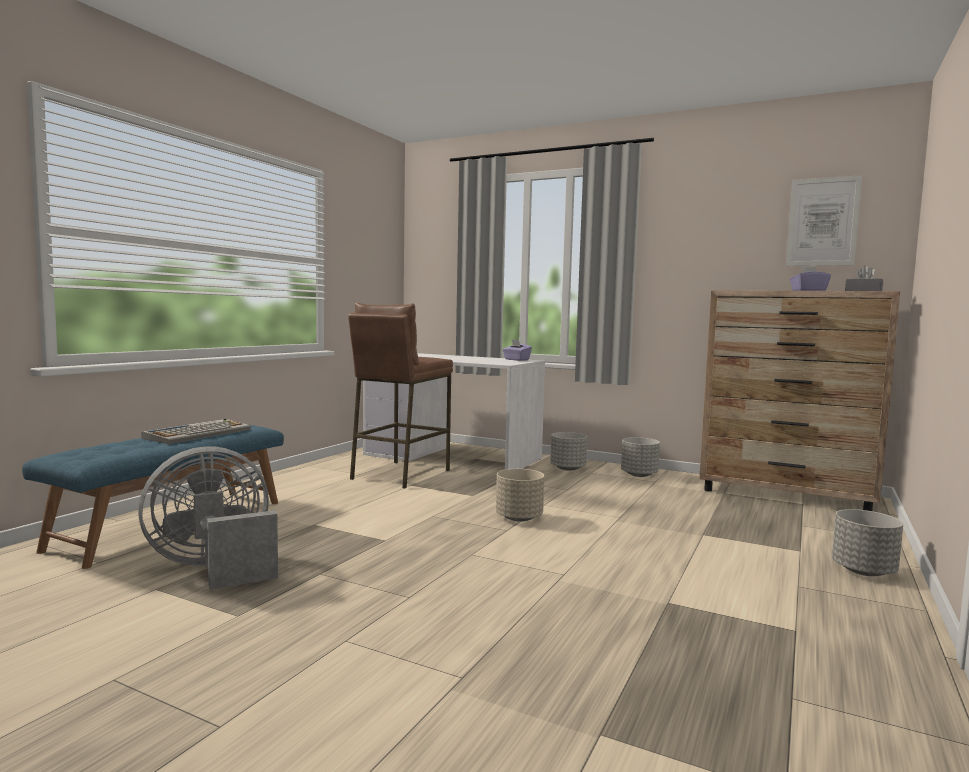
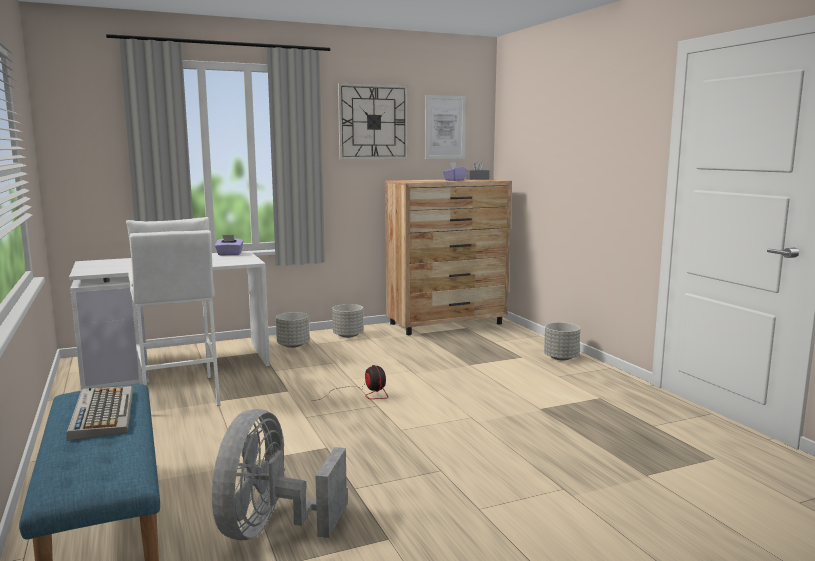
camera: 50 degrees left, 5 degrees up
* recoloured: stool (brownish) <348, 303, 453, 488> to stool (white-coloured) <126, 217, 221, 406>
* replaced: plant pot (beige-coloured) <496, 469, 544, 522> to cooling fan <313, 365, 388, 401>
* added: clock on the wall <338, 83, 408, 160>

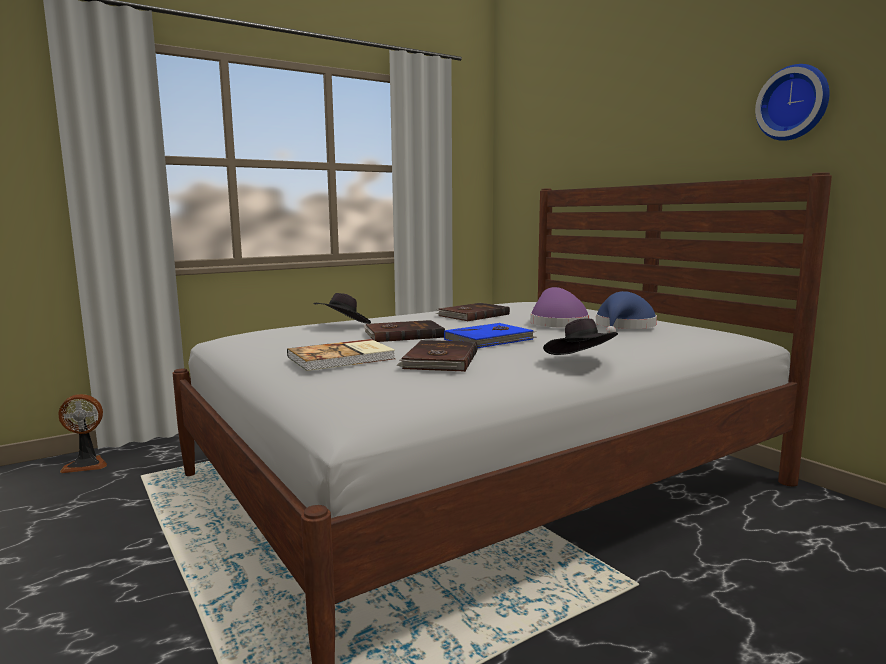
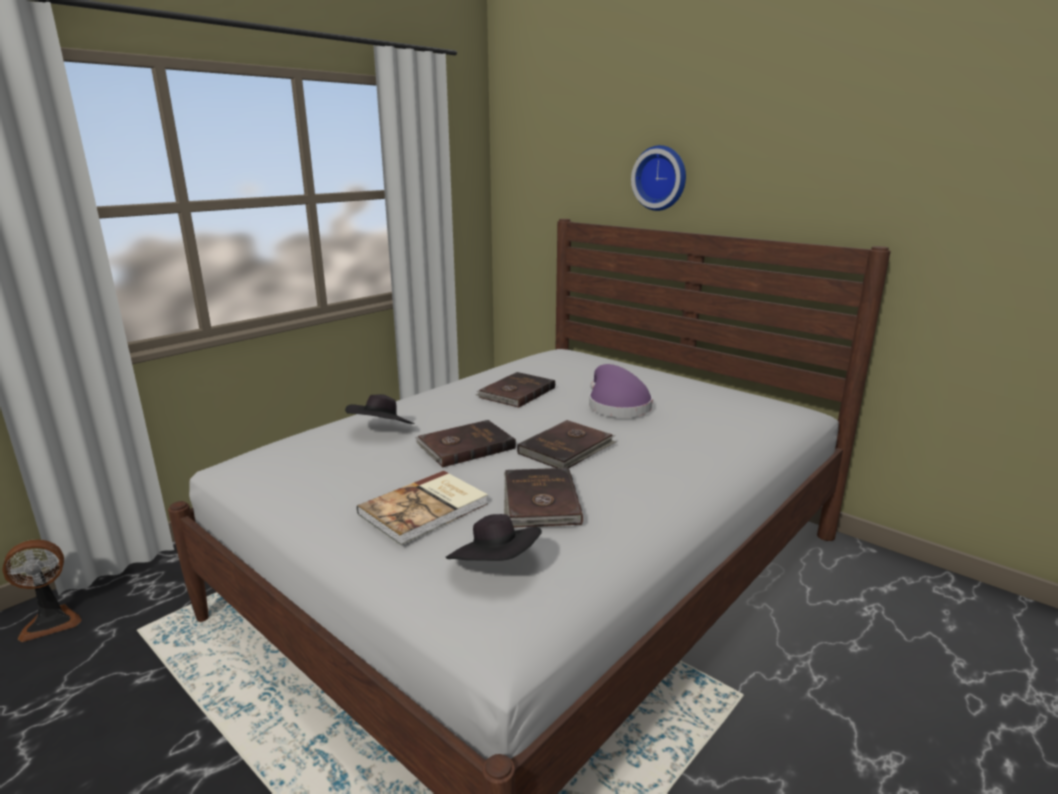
camera: 15 degrees left, 10 degrees up
* moved: hat (black-coloured) <543, 319, 618, 355> to <446, 514, 542, 561>
* recoloured: book (blue) <444, 323, 536, 348> to book (brownish) <517, 420, 617, 468>
* moved: clock on the wall <755, 64, 830, 141> to <631, 145, 686, 211>
* removed: hat (blue) <596, 291, 657, 333>

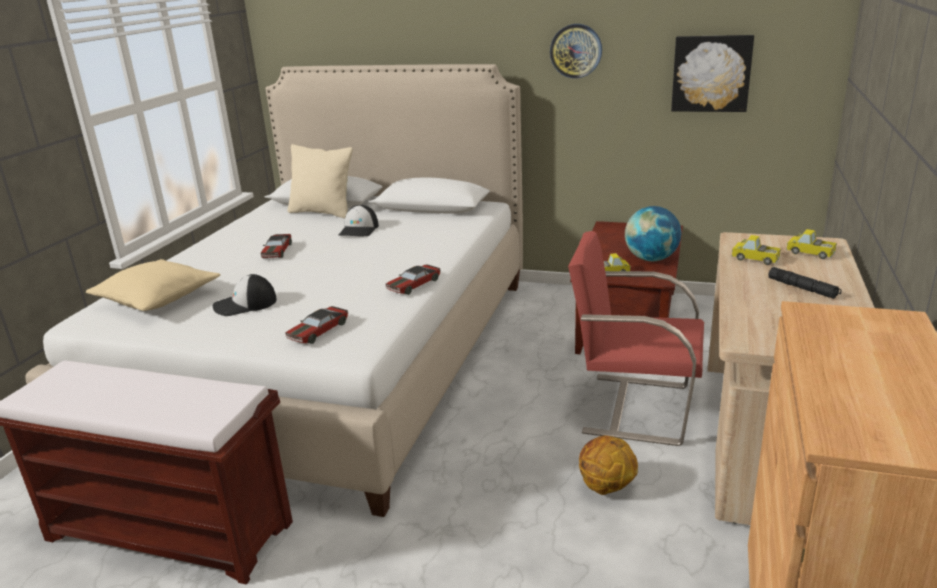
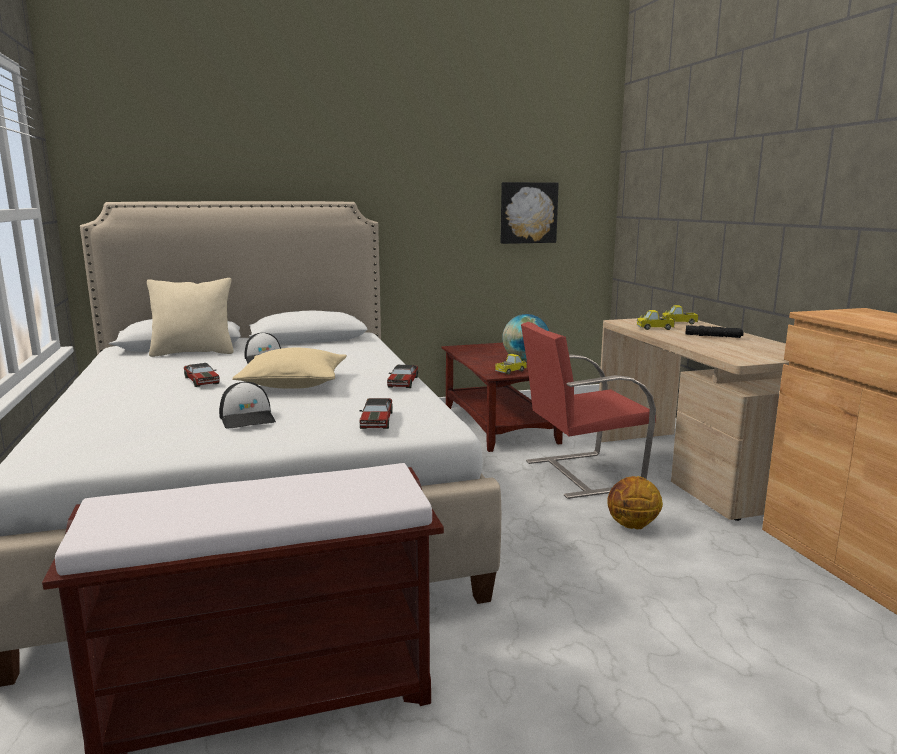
camera: 35 degrees left, 10 degrees down
* turned: baseball cap <213, 274, 277, 316> = <219, 382, 276, 429> 60 degrees counterclockwise
* moved: pillow (beige-coloured) <86, 259, 221, 311> to <232, 348, 347, 389>
* removed: clock on the wall <550, 24, 602, 78>

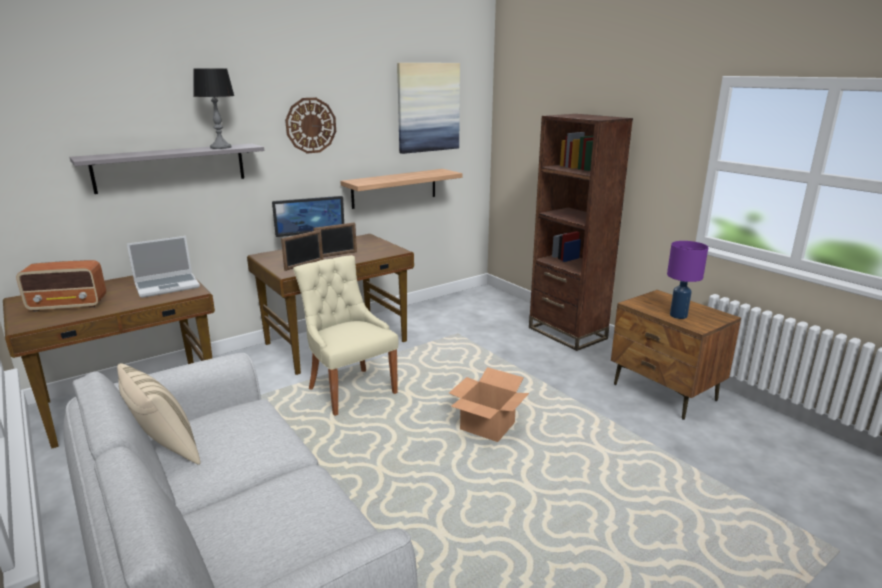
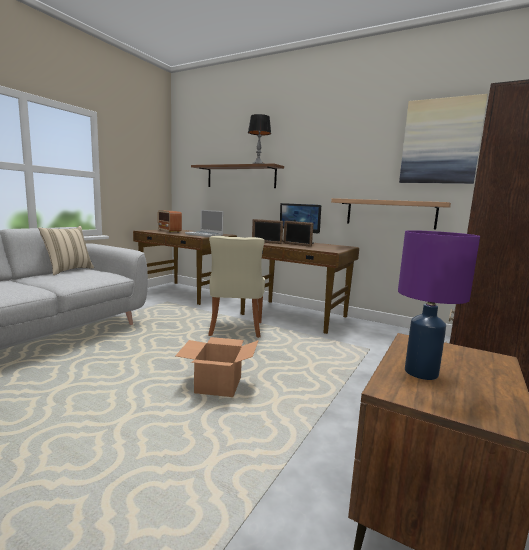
camera: 65 degrees right, 10 degrees down
* recoloured: bracket shelf (grey) <69, 144, 264, 194> to bracket shelf (brownish) <191, 163, 284, 188>
* turned: plain chair (beige-coloured) <293, 255, 399, 416> = <208, 236, 265, 338> 150 degrees clockwise
* removed: clock on the wall <285, 98, 336, 154>

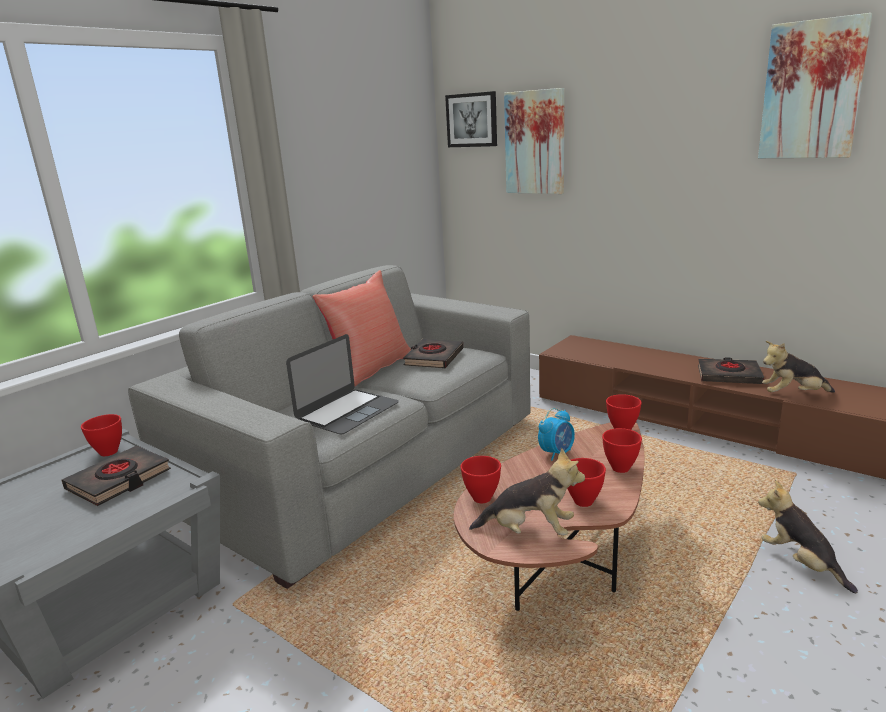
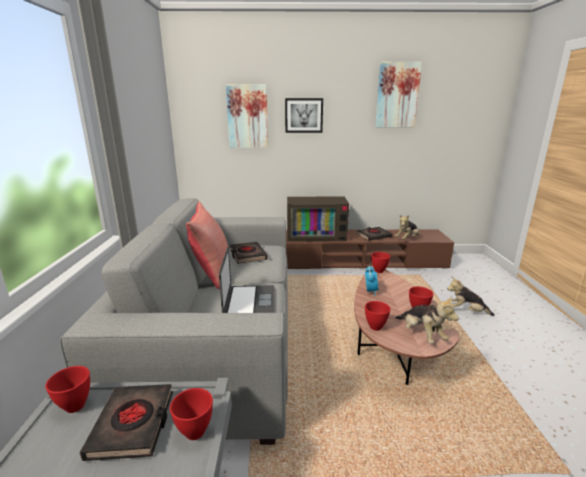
camera: 40 degrees left, 0 degrees up
* moved: serving bowl (red-coloured) <602, 428, 642, 473> to <170, 388, 213, 440>
* moved: wall picture <445, 91, 497, 147> to <285, 98, 323, 133>
* added: TV set <287, 197, 349, 242>
* turned: cuddly toy <469, 448, 585, 536> = <395, 296, 459, 344> 90 degrees clockwise

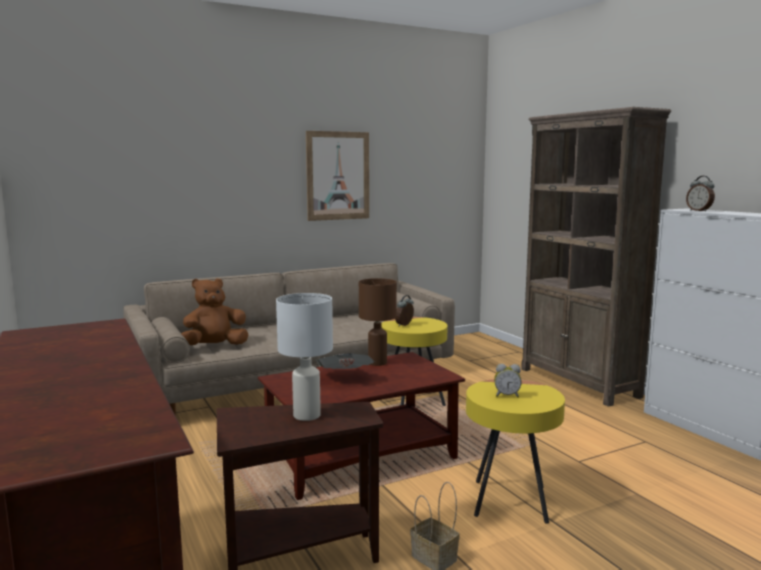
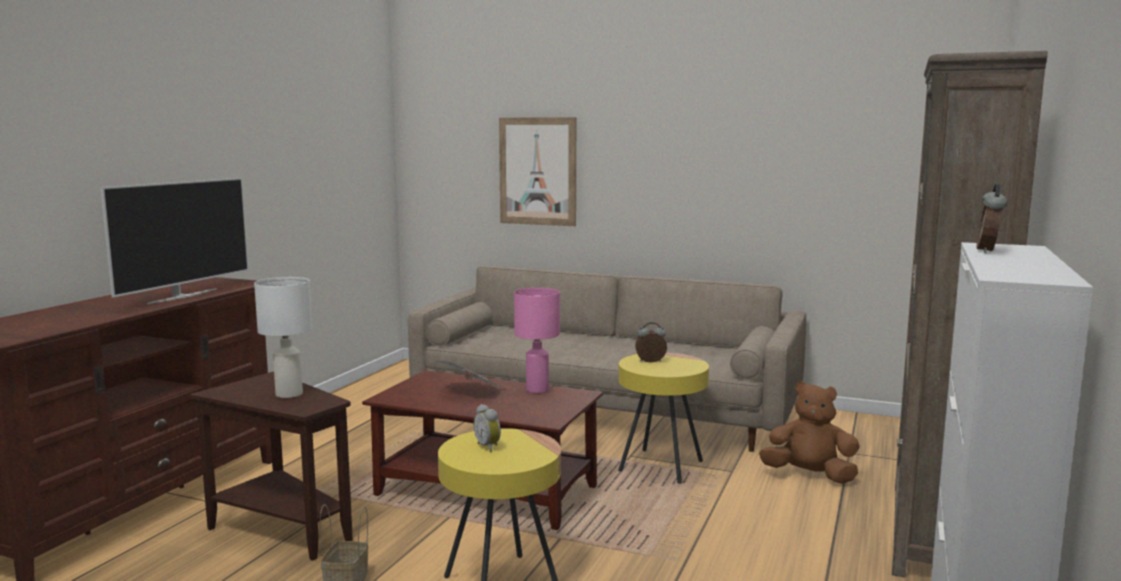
camera: 50 degrees right, 0 degrees up
* added: TV set <101, 178, 249, 304>
* moved: wall picture <306, 131, 369, 221> to <499, 117, 576, 226>
* recoloured: lamp for a table (brownish) <359, 278, 397, 366> to lamp for a table (pink) <514, 288, 560, 393>
* moved: cuddly toy (brownish) <181, 278, 249, 345> to <759, 381, 860, 484>

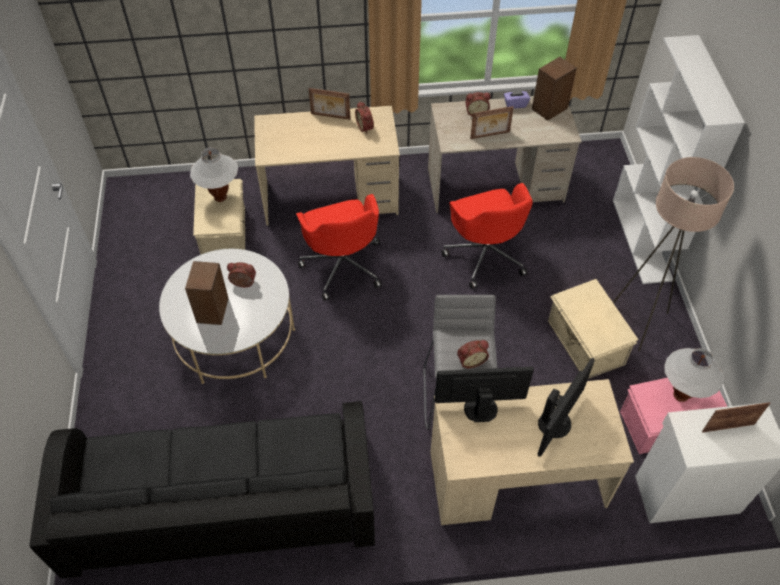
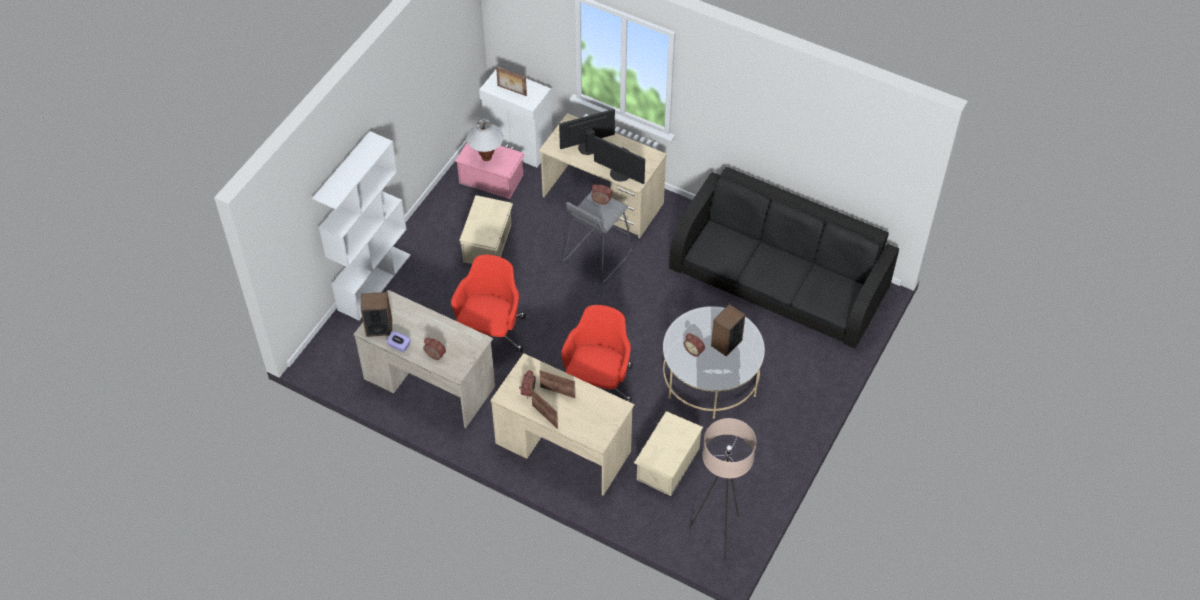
camera: 145 degrees left, 0 degrees up
* moved: picture frame <470, 106, 514, 139> to <539, 370, 575, 398>
* moved: standing lamp (beige-coloured) <613, 157, 734, 351> to <689, 418, 756, 560>
* removed: lamp for a table (white-coloured) <190, 147, 238, 202>

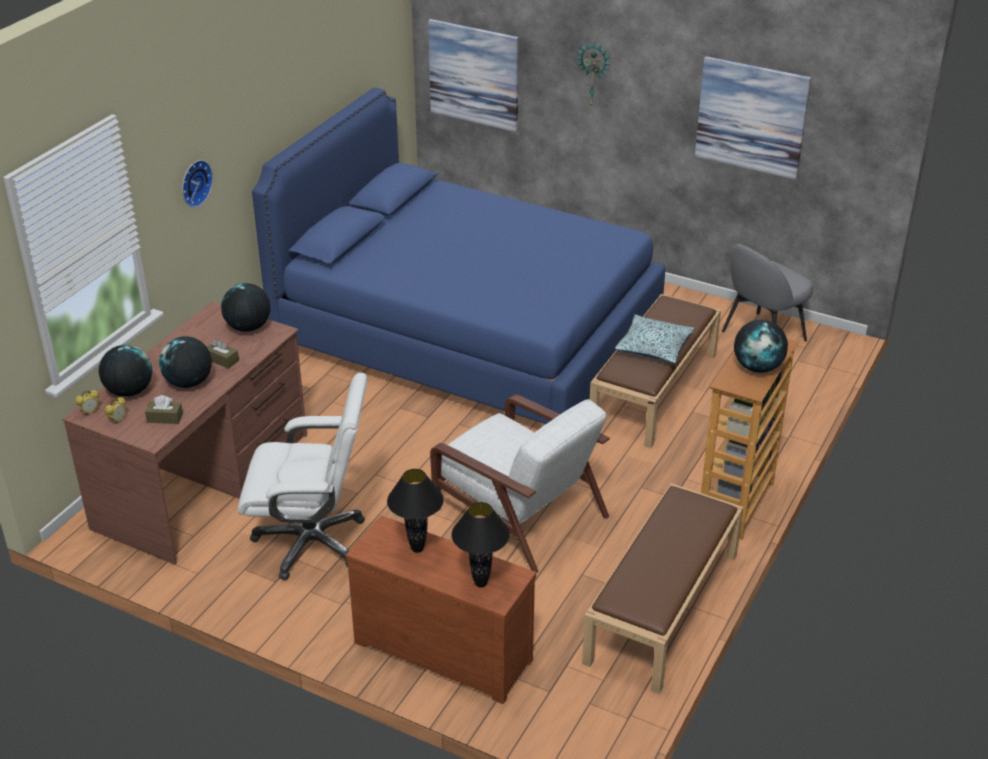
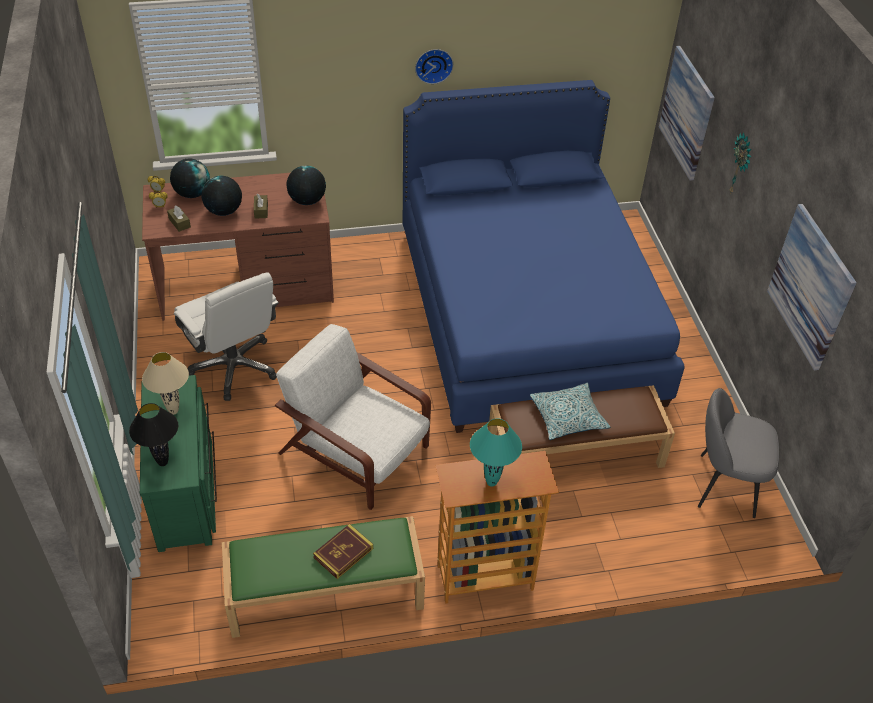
camera: 50 degrees right, 10 degrees up
* recoloured: drawer chest (brownish) <346, 515, 536, 704> to drawer chest (greenish) <140, 375, 217, 552>
* recoloured: lamp for a table (black-coloured) <387, 469, 444, 553> to lamp for a table (beige-coloured) <142, 352, 189, 415>
* recoloured: long seat (brownish) <582, 483, 743, 694> to long seat (greenish) <222, 516, 425, 638>
* turned: armchair (white-coloured) <430, 394, 610, 573> = <275, 324, 431, 510> 120 degrees clockwise
* added: book <313, 524, 373, 579>
* moved: clock on the wall <182, 160, 213, 208> to <415, 49, 454, 84>
* replaced: desk globe <734, 320, 788, 373> to lamp for a table (blue-green) <470, 418, 522, 487>

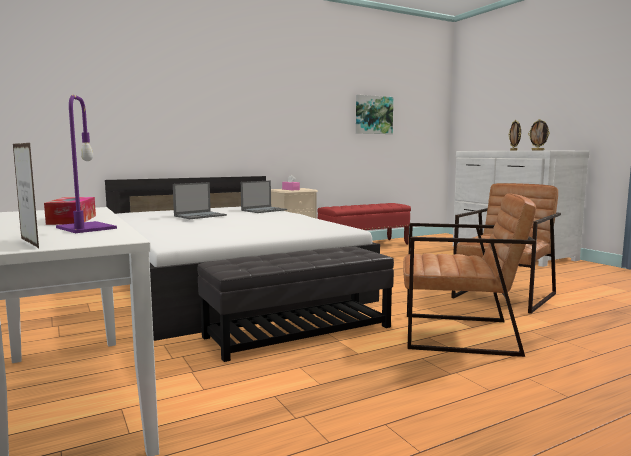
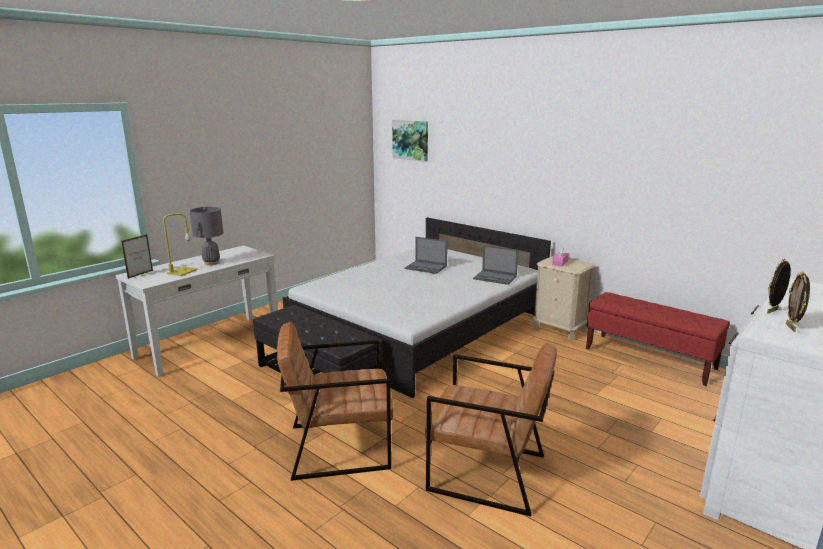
camera: 70 degrees right, 10 degrees up
* recoloured: lamp for a table (purplish) <56, 95, 117, 233> to lamp for a table (yellow) <163, 213, 198, 276>
* replaced: tissue box <44, 197, 96, 225> to lamp for a table (grey) <190, 207, 223, 265>
* turned: armchair (brownish) <403, 193, 536, 357> = <277, 322, 393, 481> 90 degrees clockwise
* moved: wall picture <356, 95, 393, 134> to <392, 120, 428, 162>

